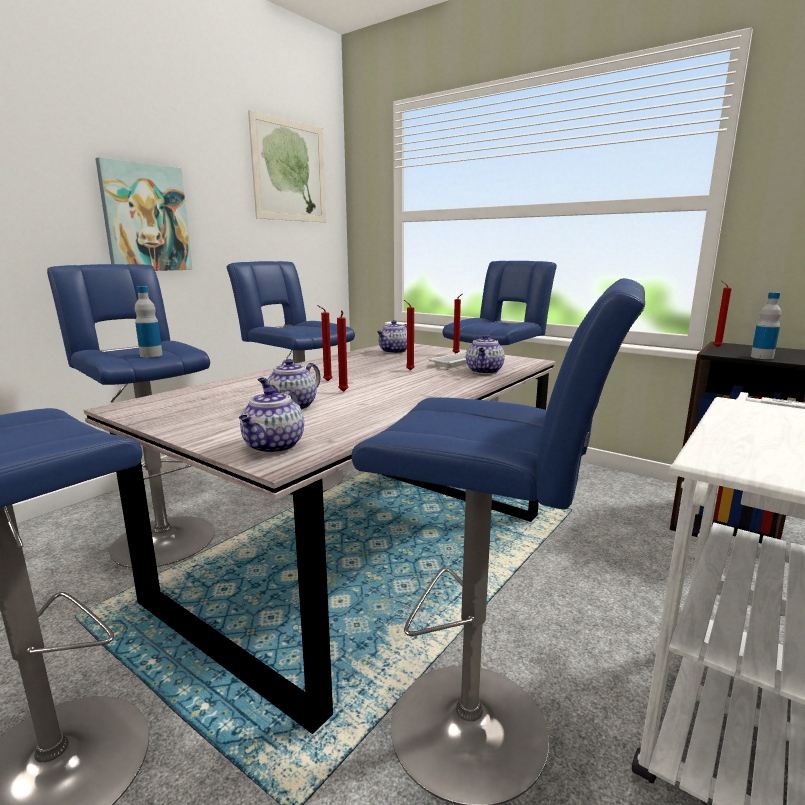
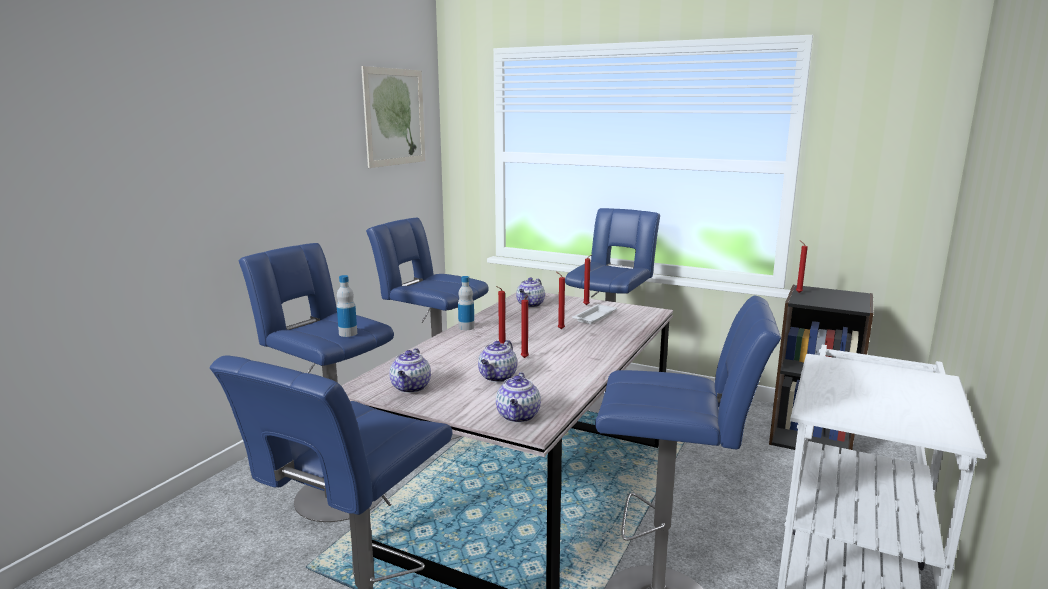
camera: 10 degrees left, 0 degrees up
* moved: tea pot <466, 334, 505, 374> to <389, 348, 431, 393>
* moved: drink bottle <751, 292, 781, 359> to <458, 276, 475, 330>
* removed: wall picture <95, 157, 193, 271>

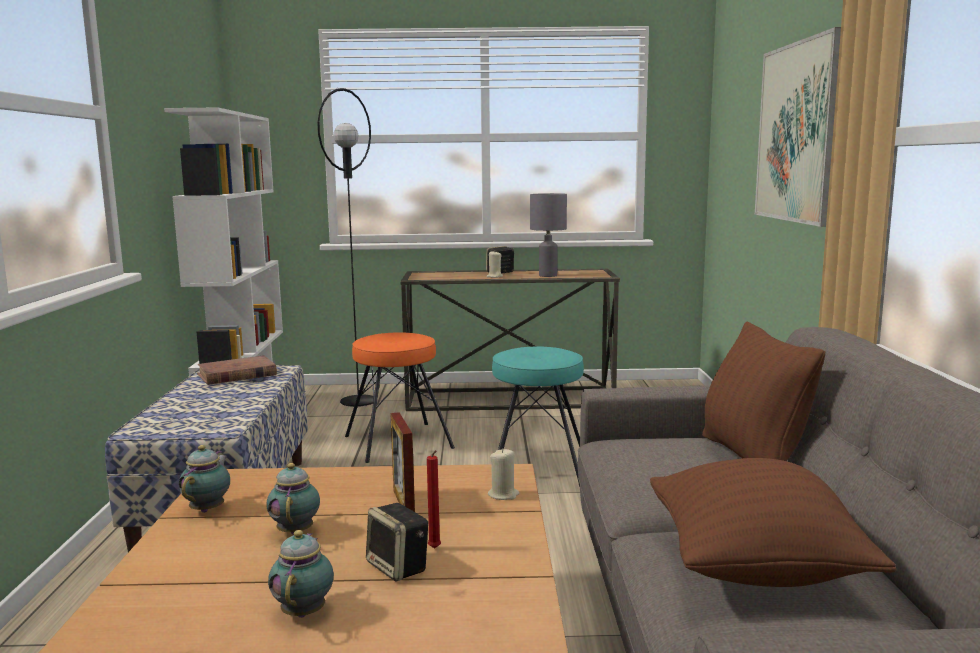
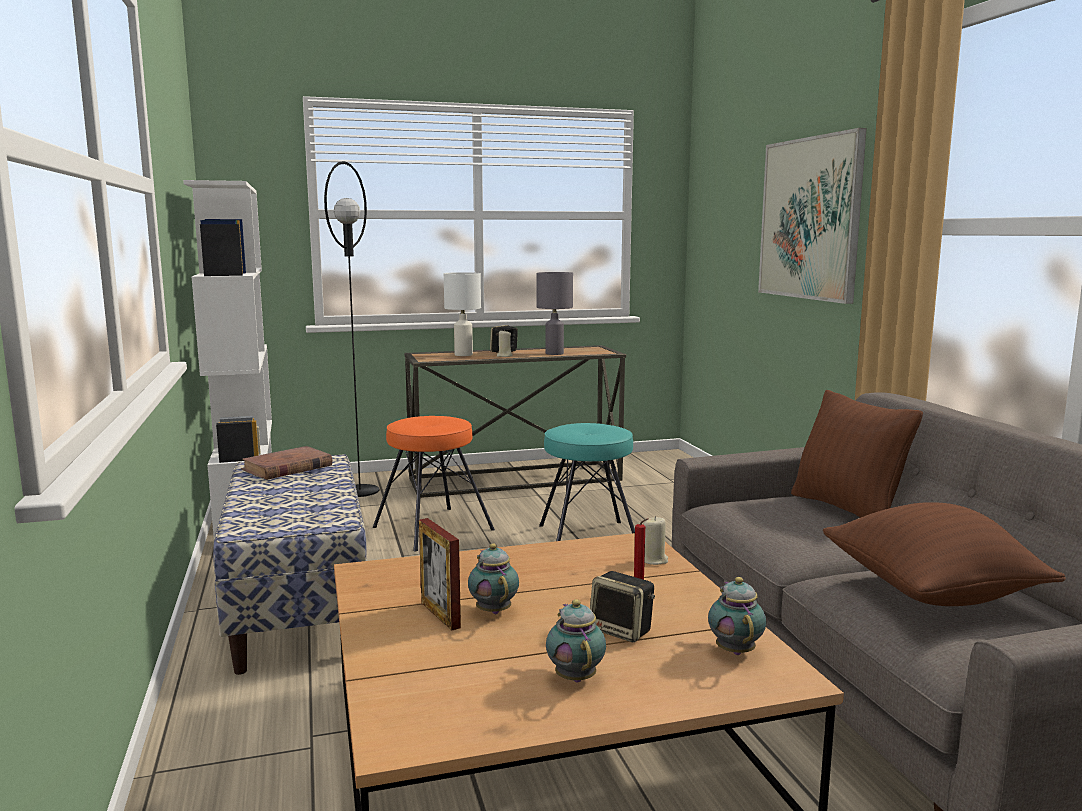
camera: 15 degrees left, 0 degrees up
* moved: picture frame <390, 412, 415, 512> to <419, 518, 461, 630>
* added: lamp for a table (white-coloured) <444, 272, 481, 356>
* moved: tea pot <179, 445, 230, 513> to <708, 577, 766, 655>

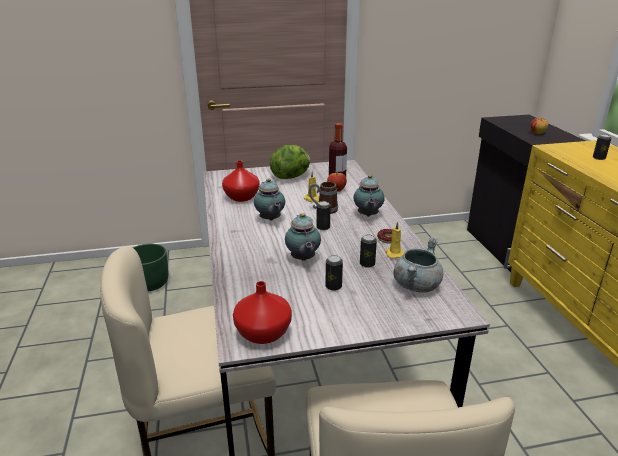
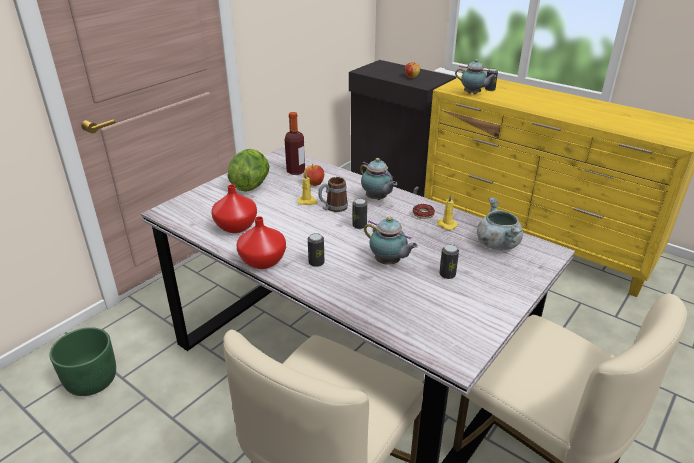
camera: 40 degrees left, 5 degrees up
* moved: decorative vase (red-coloured) <233, 281, 292, 344> to <237, 216, 286, 269>
* moved: metal can <360, 235, 377, 268> to <308, 233, 324, 267>
* moved: tea pot <254, 178, 285, 221> to <455, 59, 496, 95>

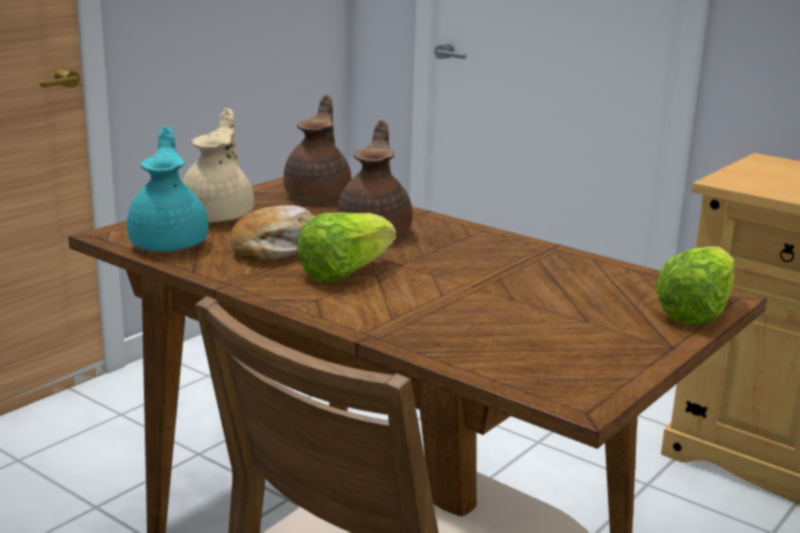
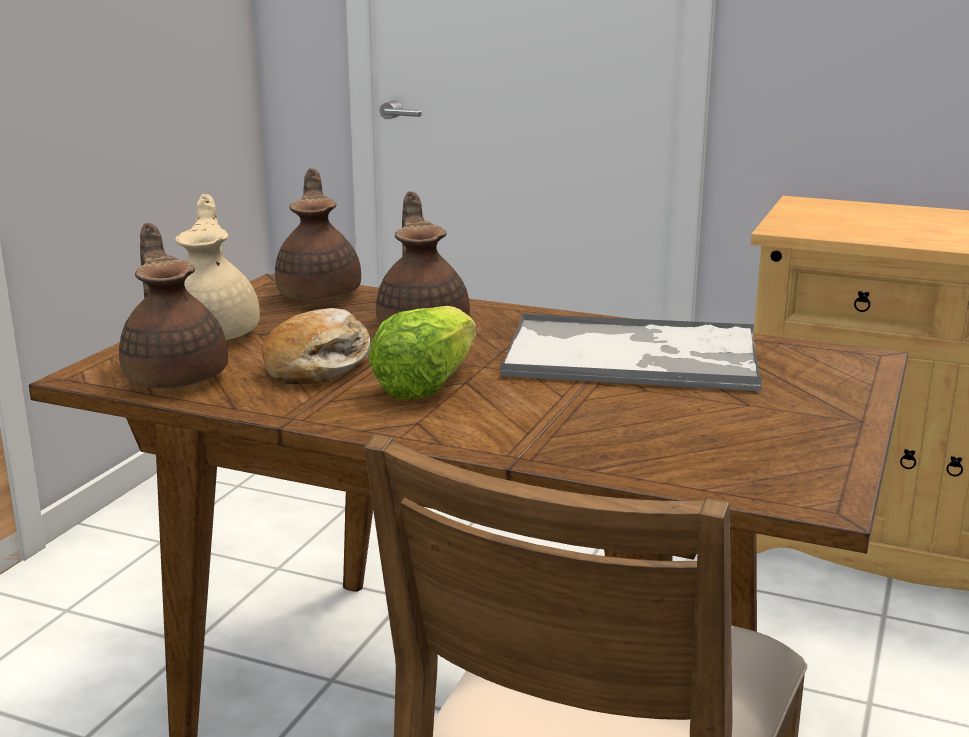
camera: 15 degrees left, 0 degrees up
* recoloured: tea pot (blue-green) <127, 126, 209, 252> to tea pot (brownish) <119, 223, 228, 389>
* added: serving tray <500, 313, 762, 391>
* removed: lettuce head <656, 246, 734, 325>

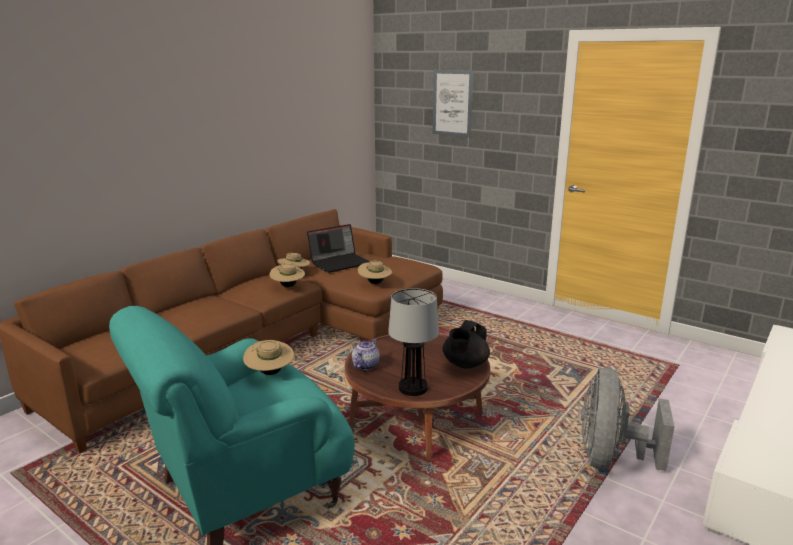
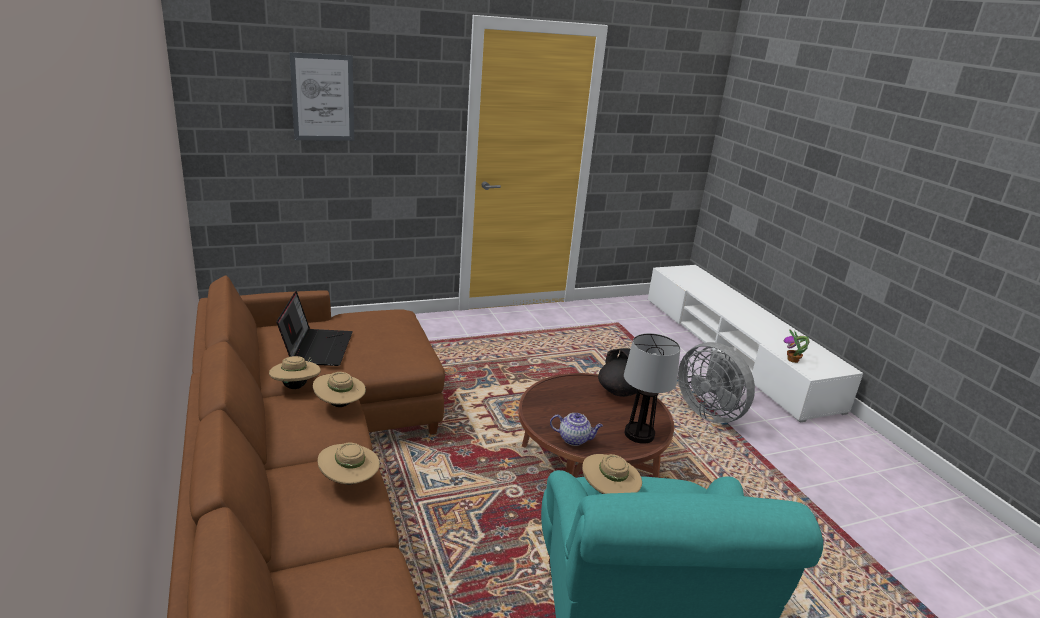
camera: 60 degrees left, 5 degrees up
* moved: hat (beige-coloured) <358, 261, 392, 284> to <318, 443, 380, 485>
* turned: tea pot <352, 338, 380, 370> = <550, 413, 603, 446> 135 degrees clockwise
* added: potted plant <784, 330, 809, 363>

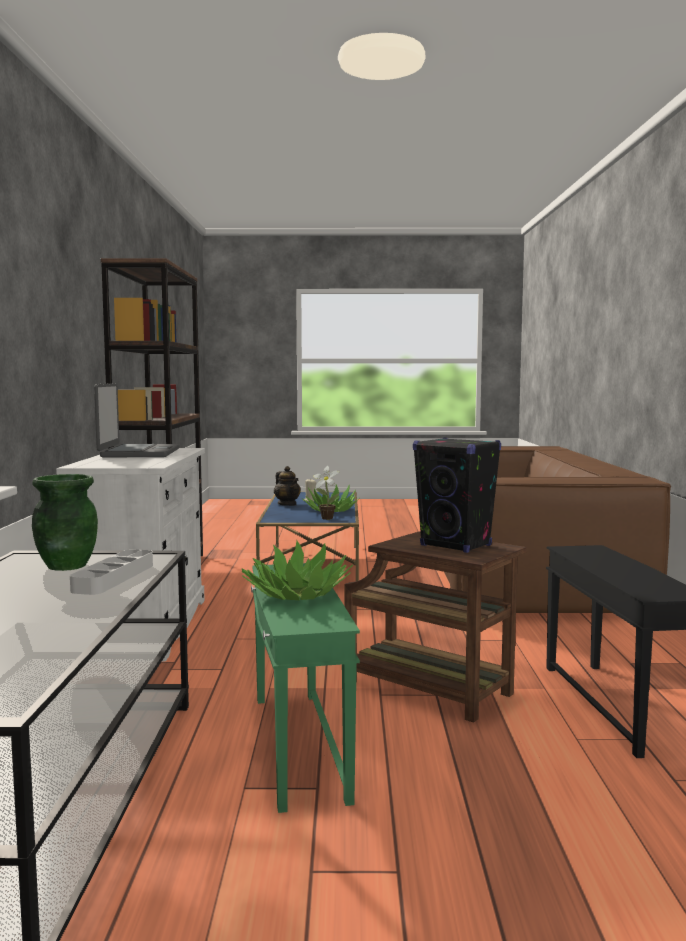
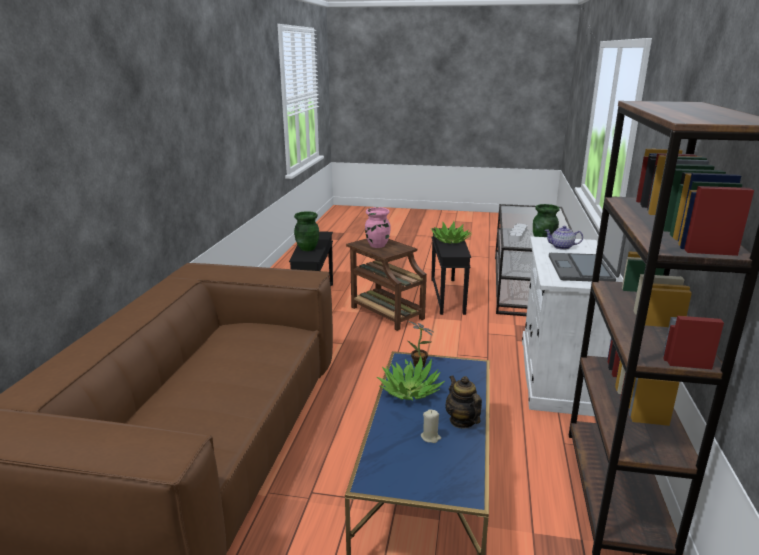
camera: 170 degrees left, 15 degrees up
* added: decorative vase (greenish) <294, 211, 319, 251>
* replaced: loudspeaker (black-coloured) <413, 438, 501, 553> to decorative vase (pink) <365, 207, 391, 248>
* recoloured: end table (greenish) <251, 563, 360, 813> to end table (black-coloured) <431, 228, 471, 315>
* added: tea pot <544, 226, 583, 250>

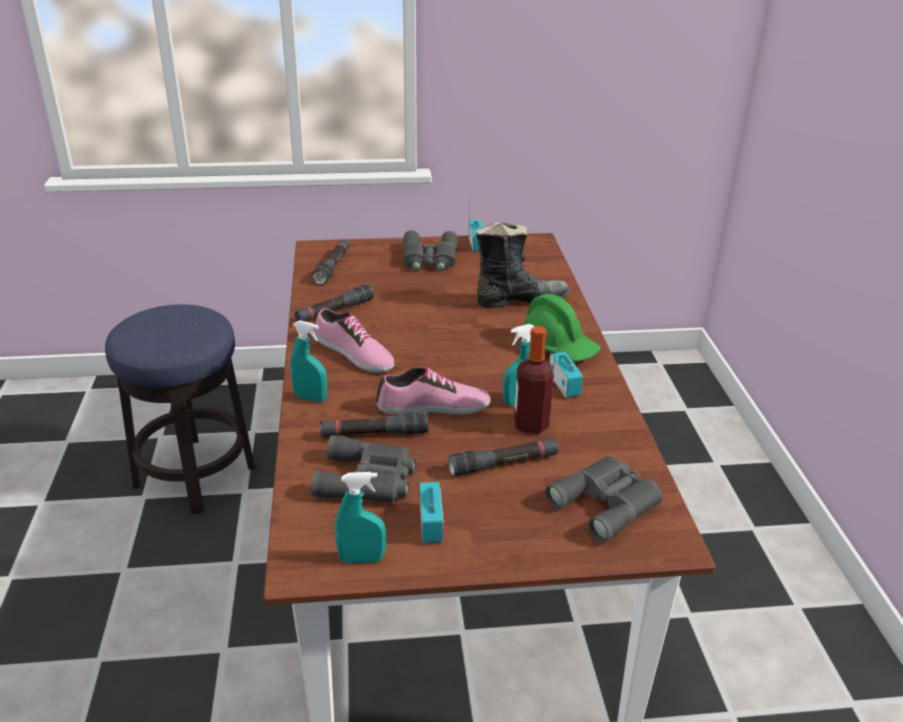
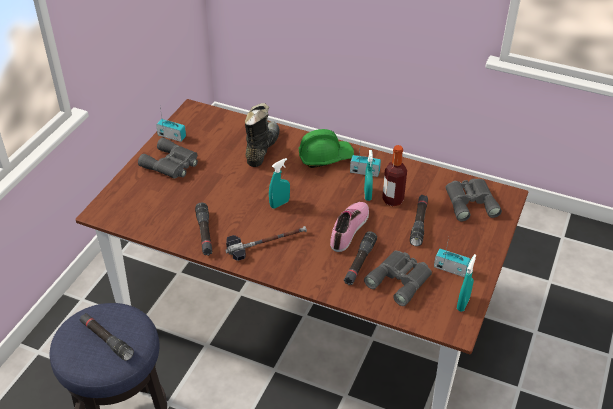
camera: 60 degrees left, 10 degrees up
* moved: flashlight (black-coloured) <312, 239, 350, 285> to <80, 313, 134, 361>
* replaced: item of footwear <314, 308, 394, 372> to hammer <226, 226, 307, 261>
* moved: spray bottle (blue-green) <291, 320, 327, 402> to <269, 158, 290, 208>

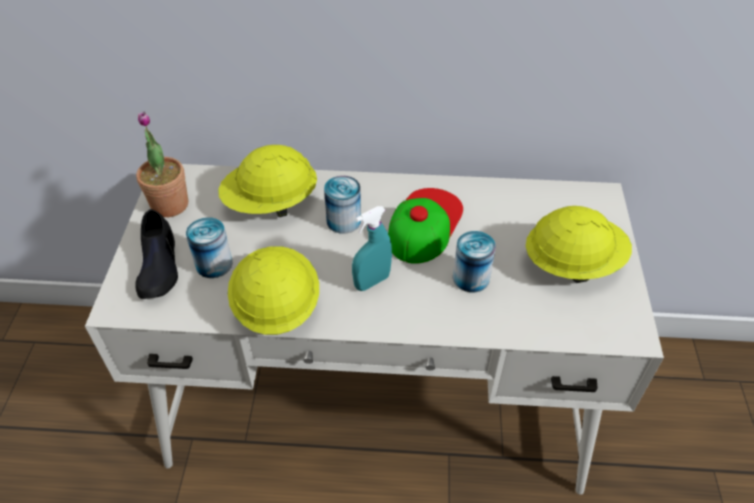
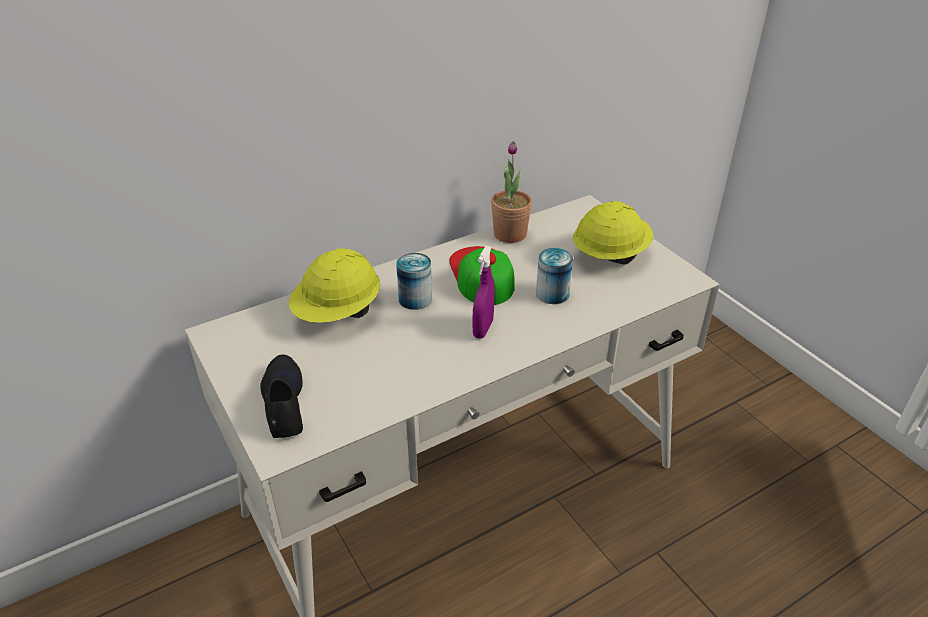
camera: 35 degrees left, 10 degrees down
* turned: item of footwear (black-coloured) <135, 209, 178, 299> = <260, 354, 303, 438> 150 degrees counterclockwise
* recoloured: spray bottle (blue-green) <352, 206, 392, 291> to spray bottle (purplish) <472, 246, 495, 339>
* moved: potted plant <136, 111, 188, 217> to <491, 141, 532, 243>
* removed: metal can <186, 217, 232, 278>
* removed: hard hat (yellow) <228, 246, 319, 335>

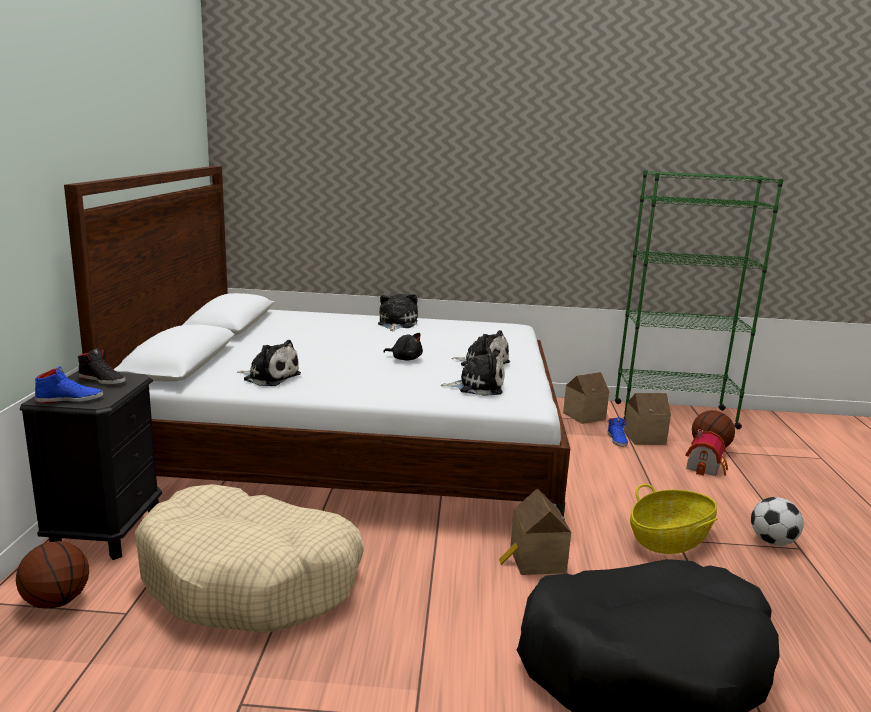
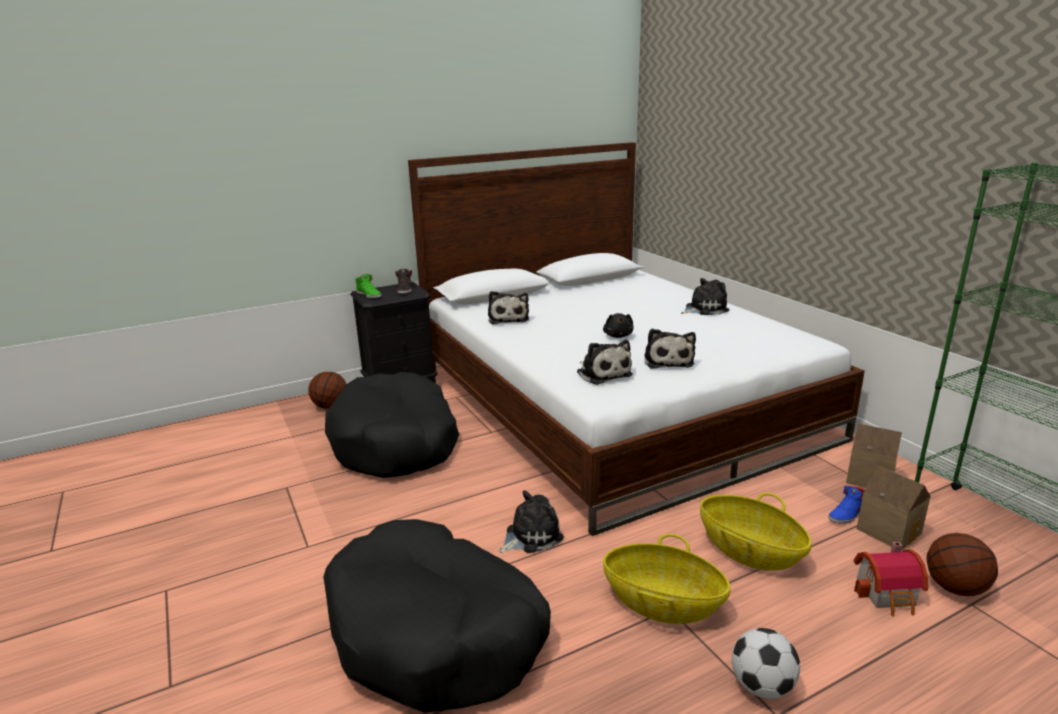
camera: 60 degrees right, 5 degrees up
* recoloured: dog cushion (beige-coloured) <135, 484, 364, 633> to dog cushion (black-coloured) <325, 372, 459, 478>
* recoloured: item of footwear (blue) <35, 366, 103, 403> to item of footwear (greenish) <355, 274, 382, 298>
* replaced: toy house <499, 488, 571, 575> to cuddly toy <499, 490, 564, 553>
* added: basket <700, 493, 812, 571>

